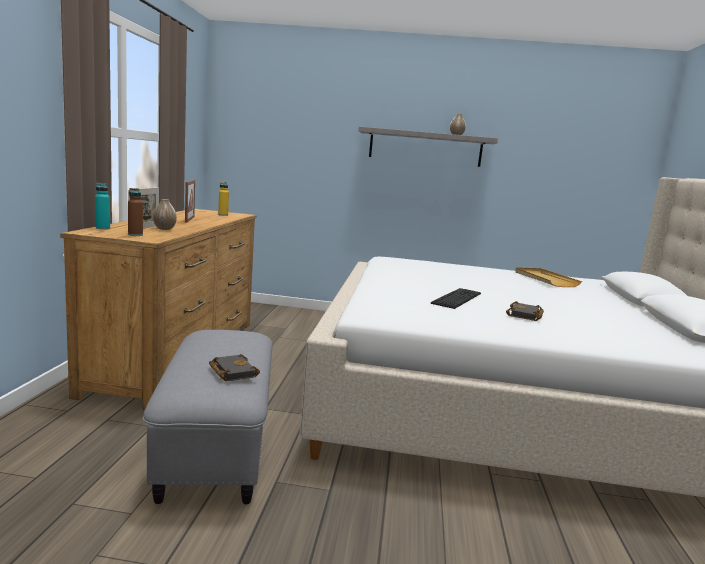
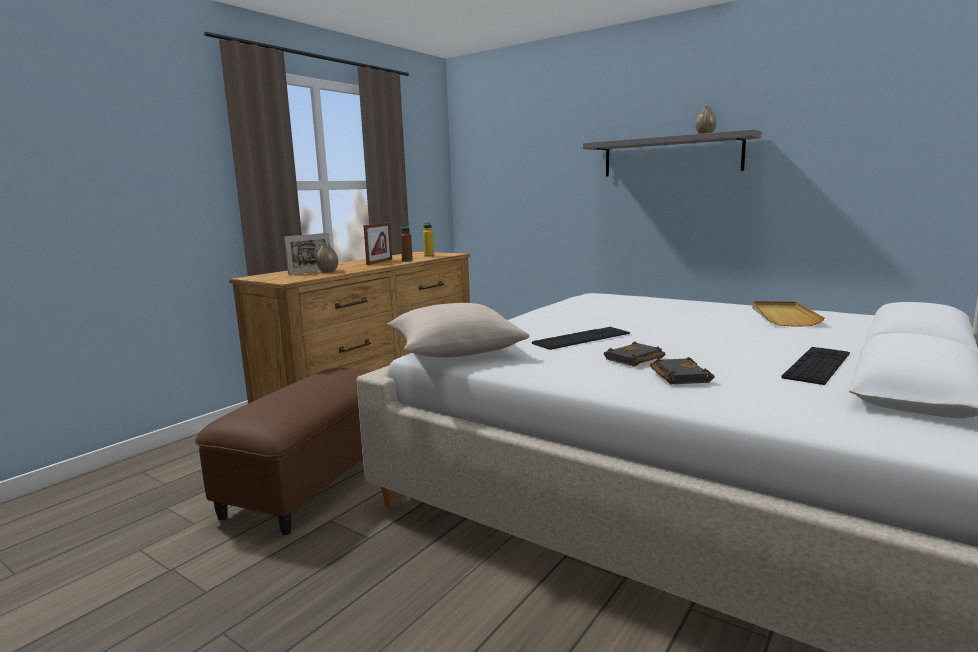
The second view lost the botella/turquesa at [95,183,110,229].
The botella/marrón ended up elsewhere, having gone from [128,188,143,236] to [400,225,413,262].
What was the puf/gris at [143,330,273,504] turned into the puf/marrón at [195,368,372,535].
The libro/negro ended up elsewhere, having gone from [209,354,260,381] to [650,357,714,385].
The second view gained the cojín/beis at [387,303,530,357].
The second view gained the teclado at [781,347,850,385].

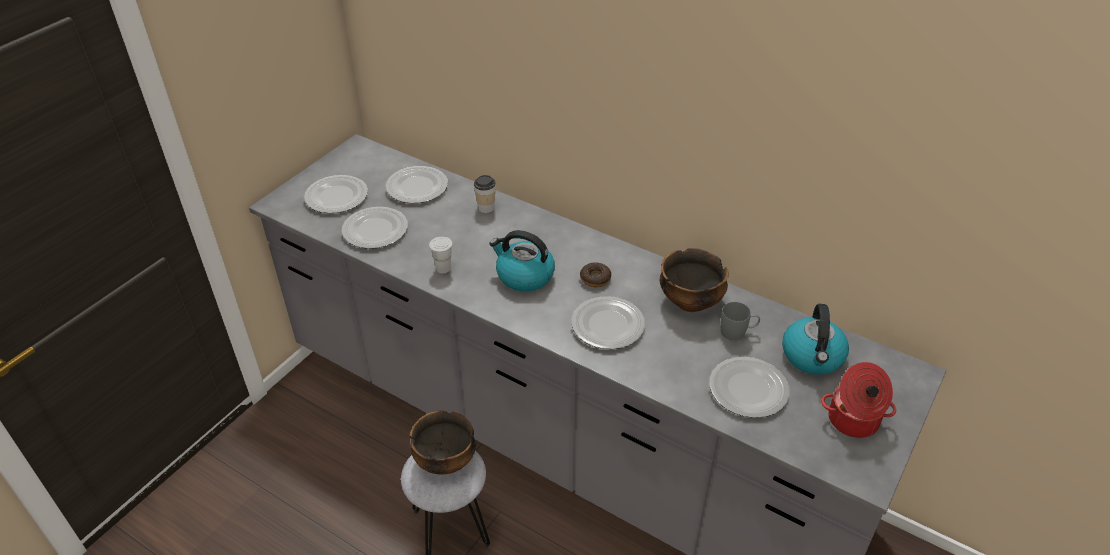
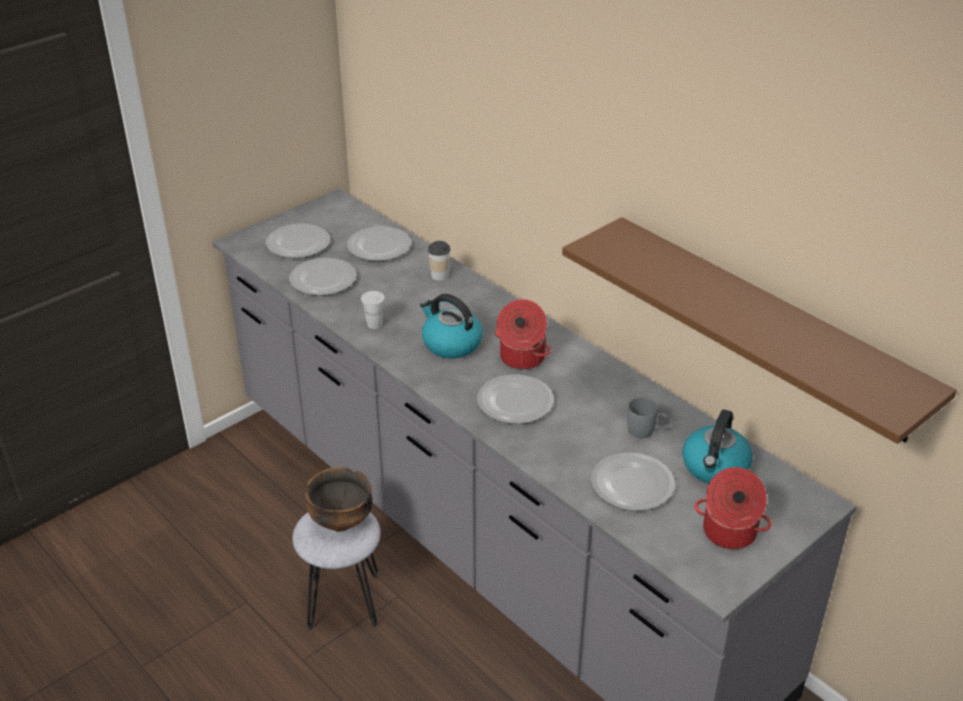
Where the rosquilla stood at [580,262,611,287], the olla came to stand at [495,299,551,370].
The second view lost the cuenco at [660,248,729,312].
The second view gained the estante/marrón at [562,217,957,444].

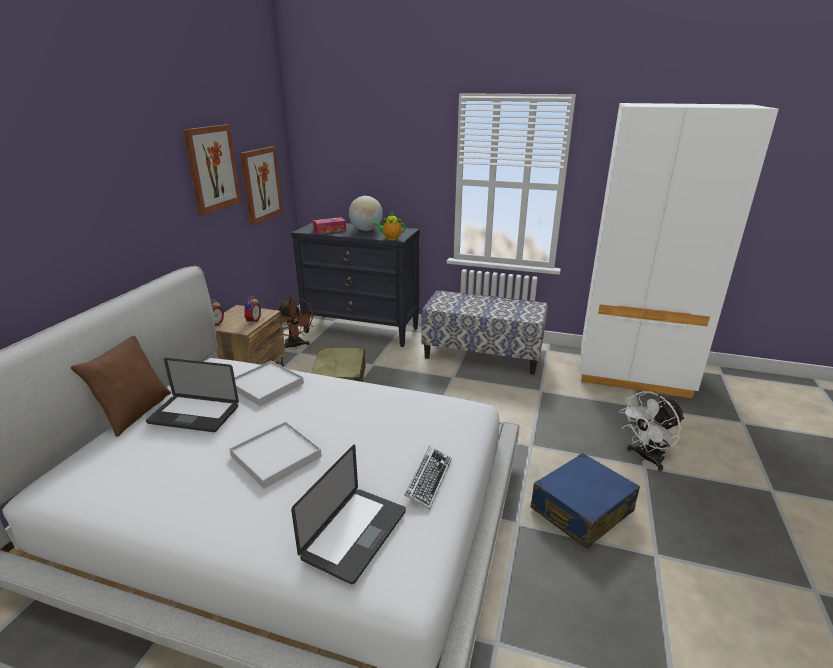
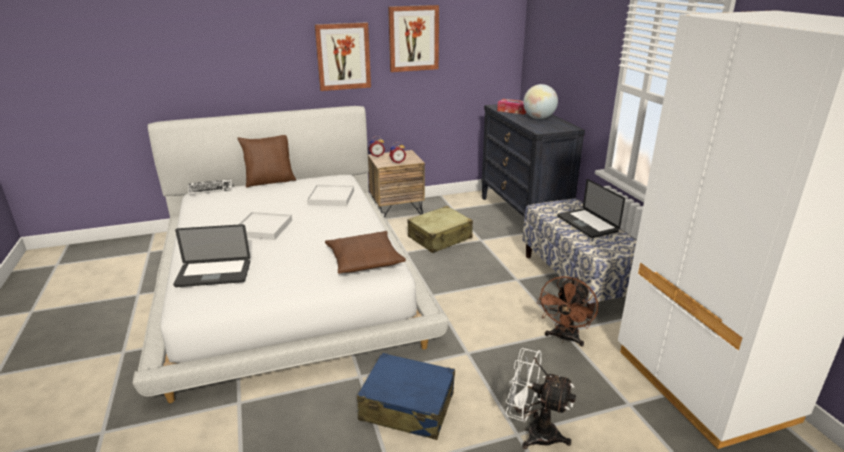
The portátil ended up elsewhere, having gone from [146,358,239,432] to [557,179,625,238].
The cuadro ended up elsewhere, having gone from [240,146,283,225] to [315,22,371,91].
The ventilador/marrón ended up elsewhere, having gone from [273,297,315,349] to [537,276,598,347].
The second view lost the tetera at [372,212,406,240].
The teclado ended up elsewhere, having gone from [404,446,452,510] to [188,179,232,195].
The second view gained the cojín/marrón at [325,231,406,274].

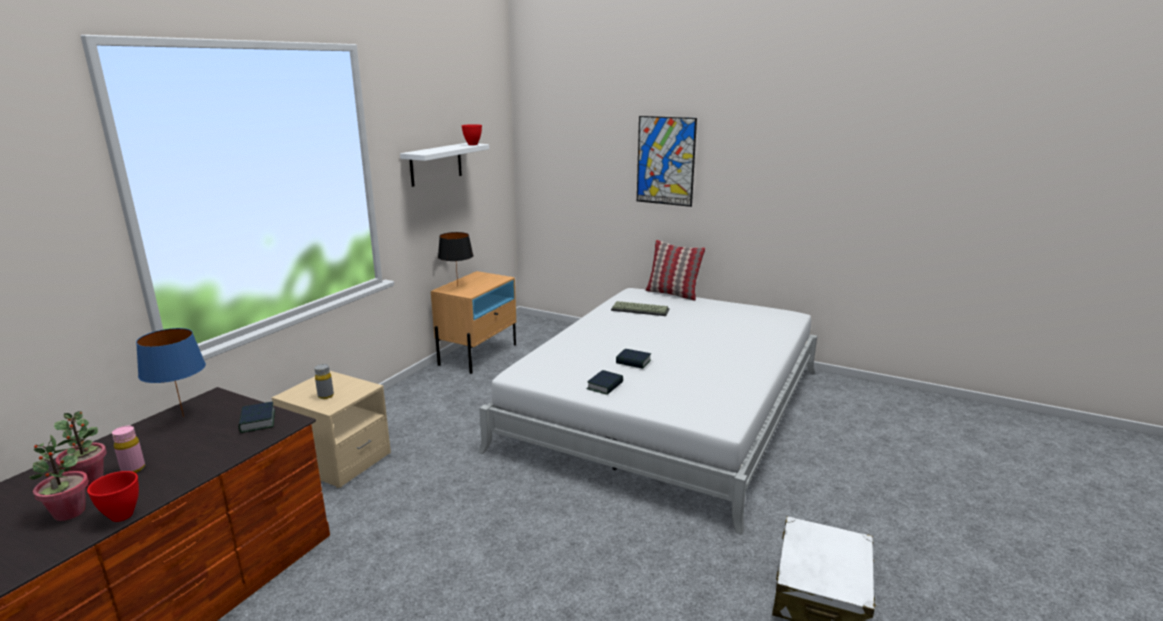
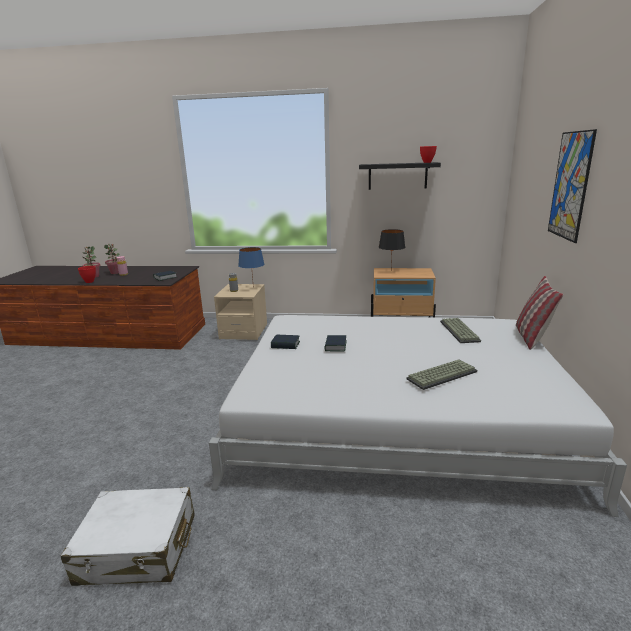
The lámpara de mesa/azul ended up elsewhere, having gone from [136,328,206,417] to [238,247,265,288].
What was the estante/blanco at [400,143,489,187] turned into the estante/negro at [359,162,441,190].
The second view gained the teclado at [406,359,477,390].

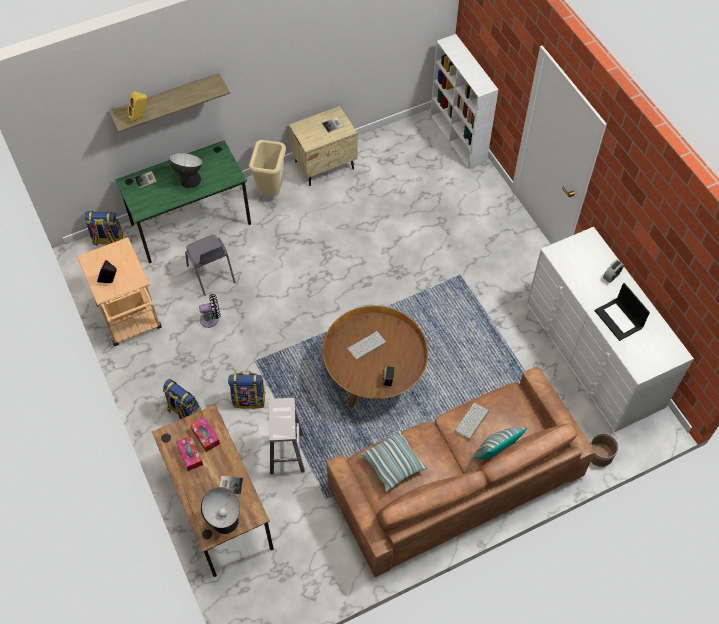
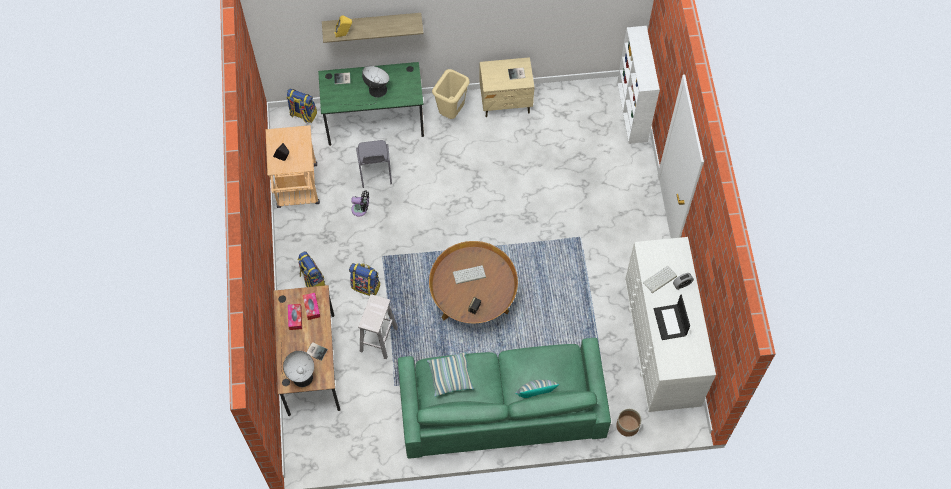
What was the sofá/marrón at [327,367,595,577] turned into the sofá/verde at [398,338,611,459].
The teclado ended up elsewhere, having gone from [455,403,489,440] to [643,266,677,293].

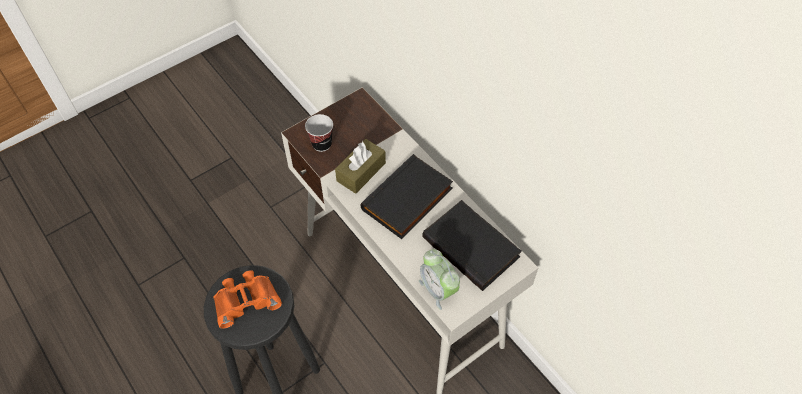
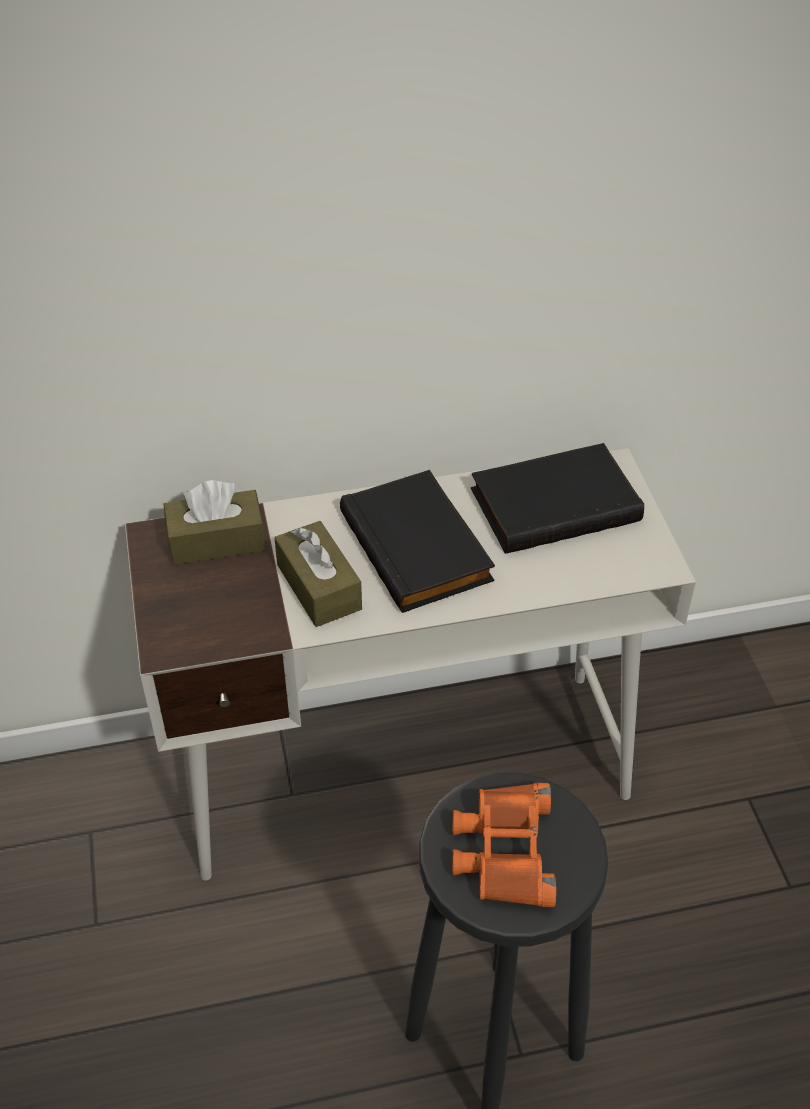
The second view lost the taza at [305,114,333,152].
The second view lost the despertador at [419,249,460,310].
The second view gained the caja de pañuelos/marrón at [164,480,266,565].

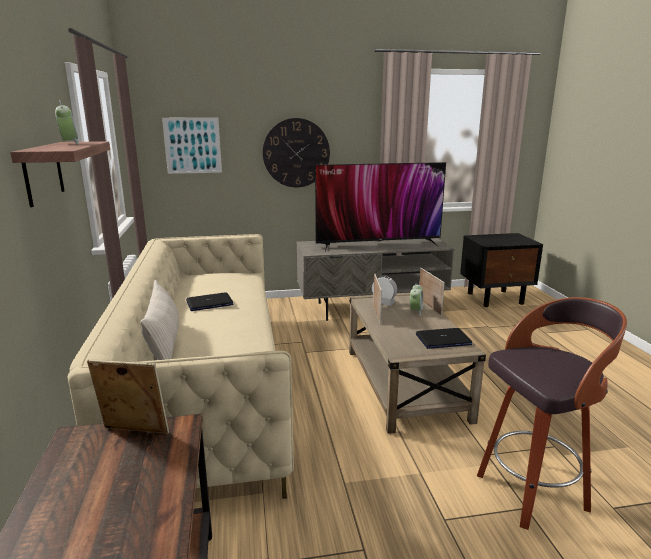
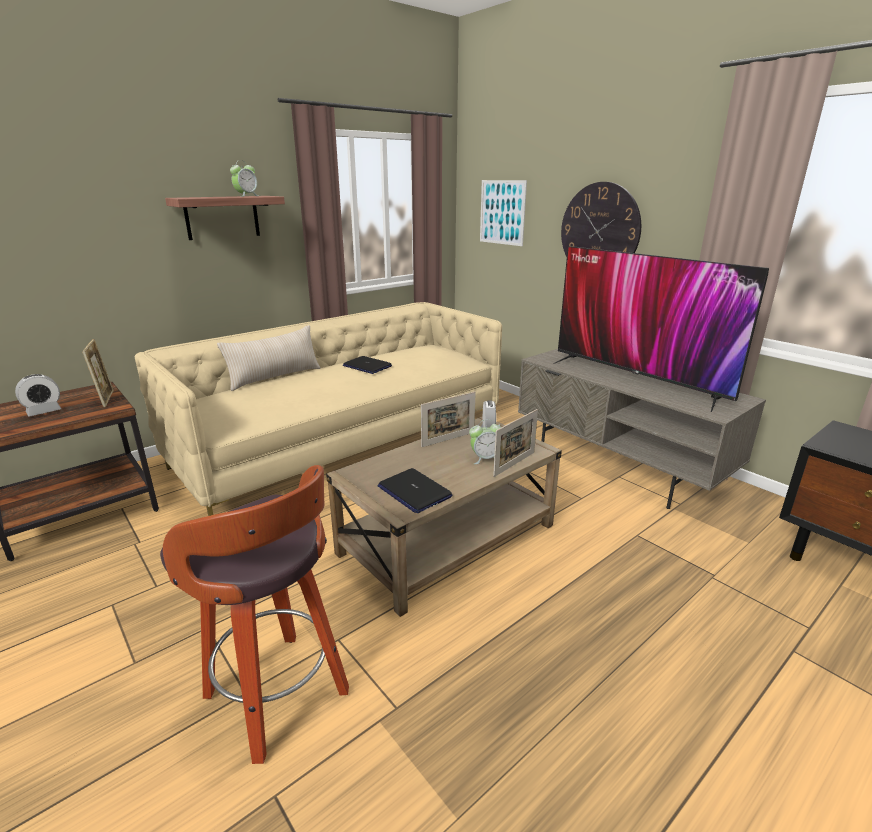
The second view gained the despertador at [15,374,61,416].

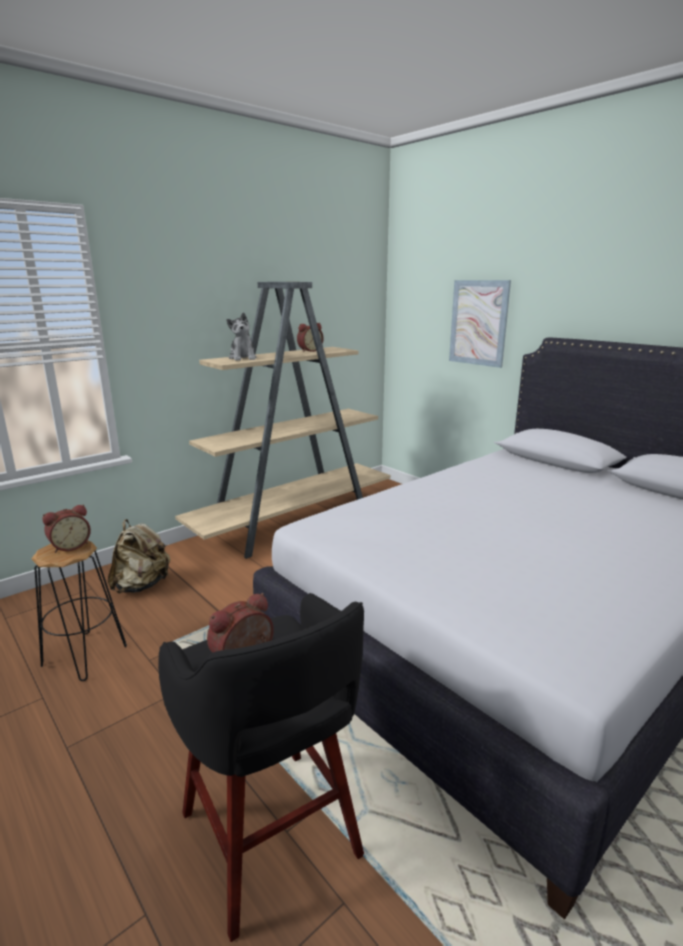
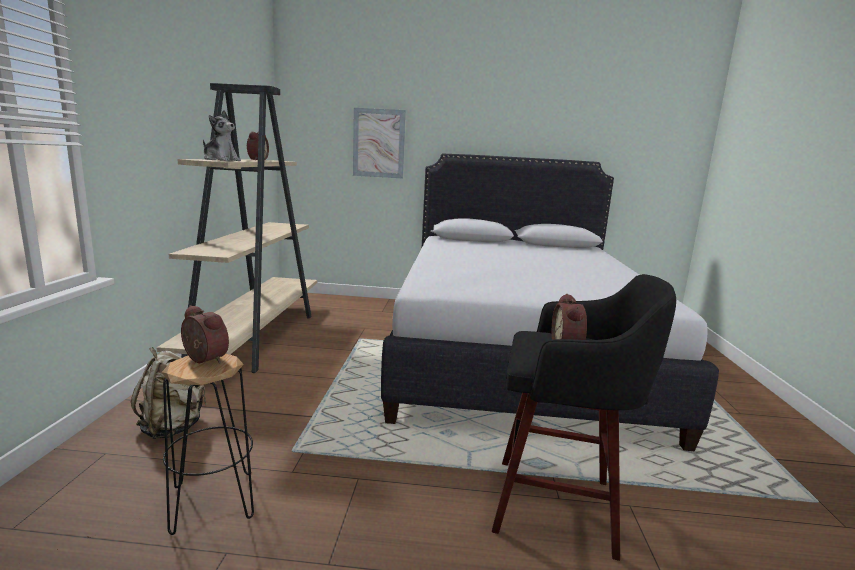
The despertador at [42,504,91,553] ended up facing another way, 60 degrees counterclockwise from before.

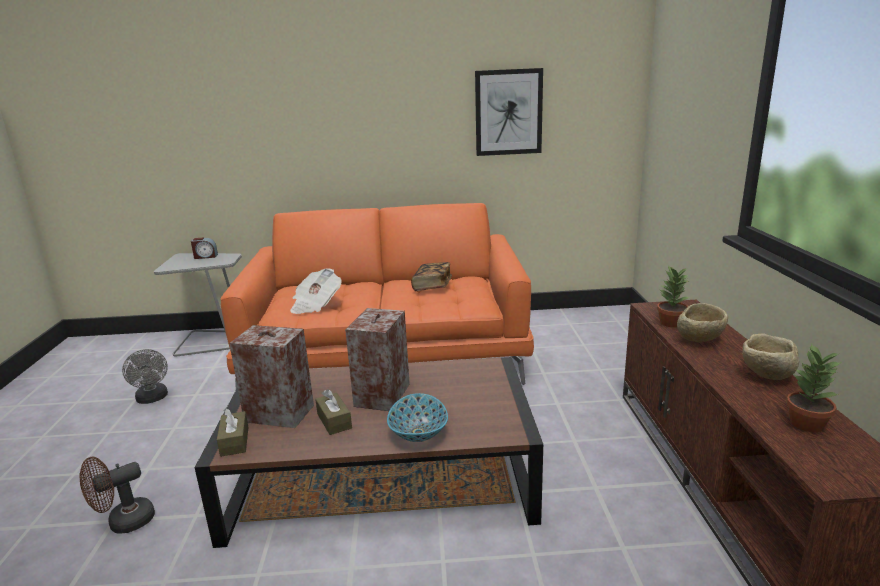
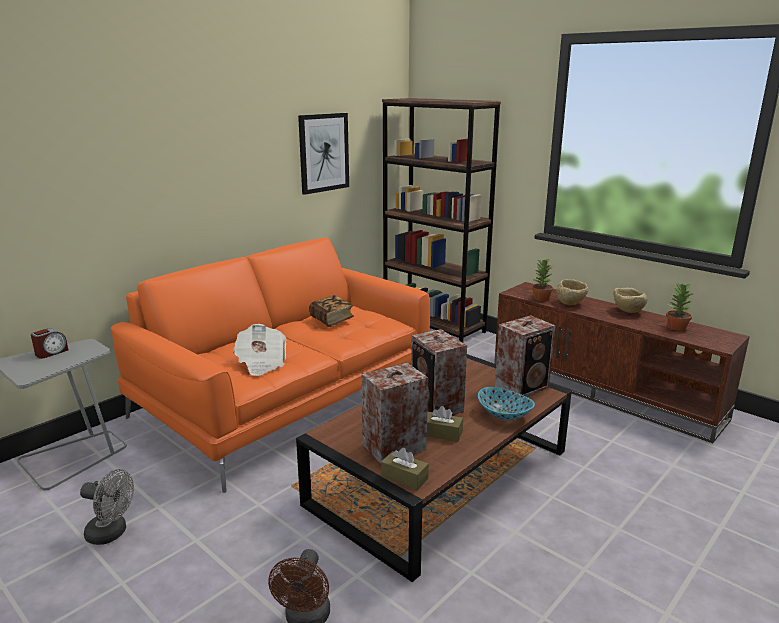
The second view gained the estantería/marrón at [382,98,501,343].
The second view gained the altavoz at [495,315,555,396].

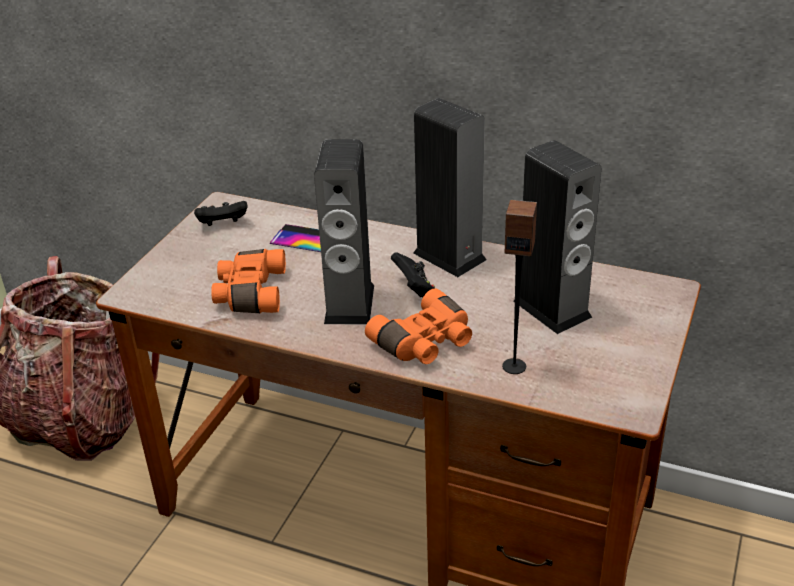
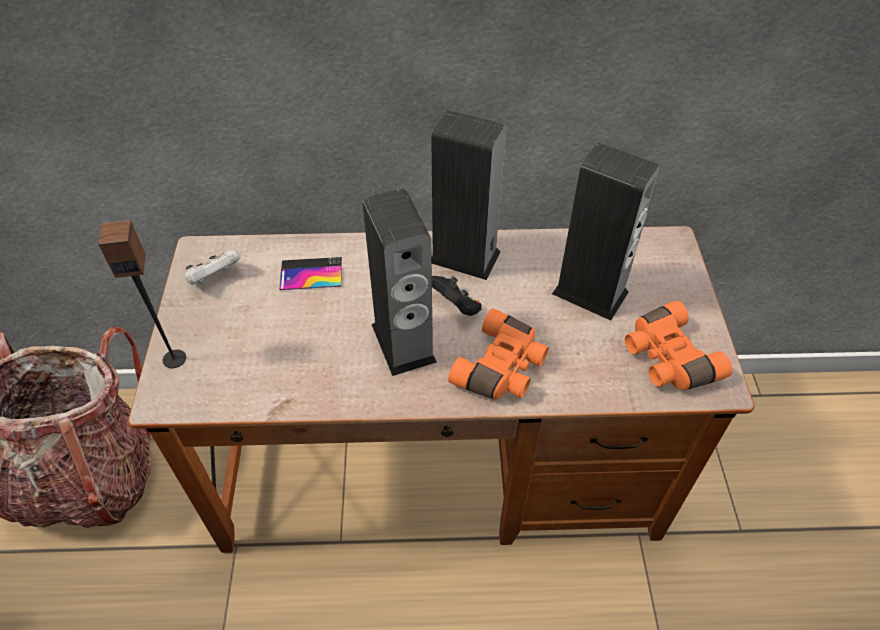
What was the mando de consola/negro at [194,201,248,226] turned into the mando de consola/blanco at [185,250,241,285].
The prismáticos/naranja ended up elsewhere, having gone from [211,249,286,313] to [625,301,733,390].
The altavoz ended up elsewhere, having gone from [502,200,537,374] to [98,220,186,368].

